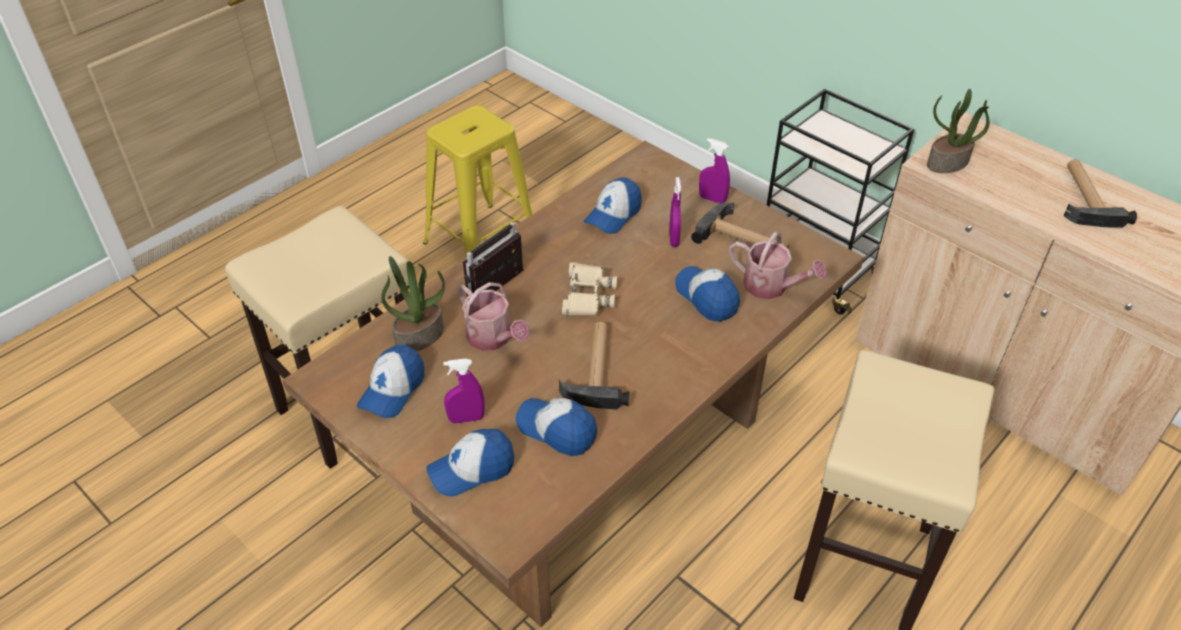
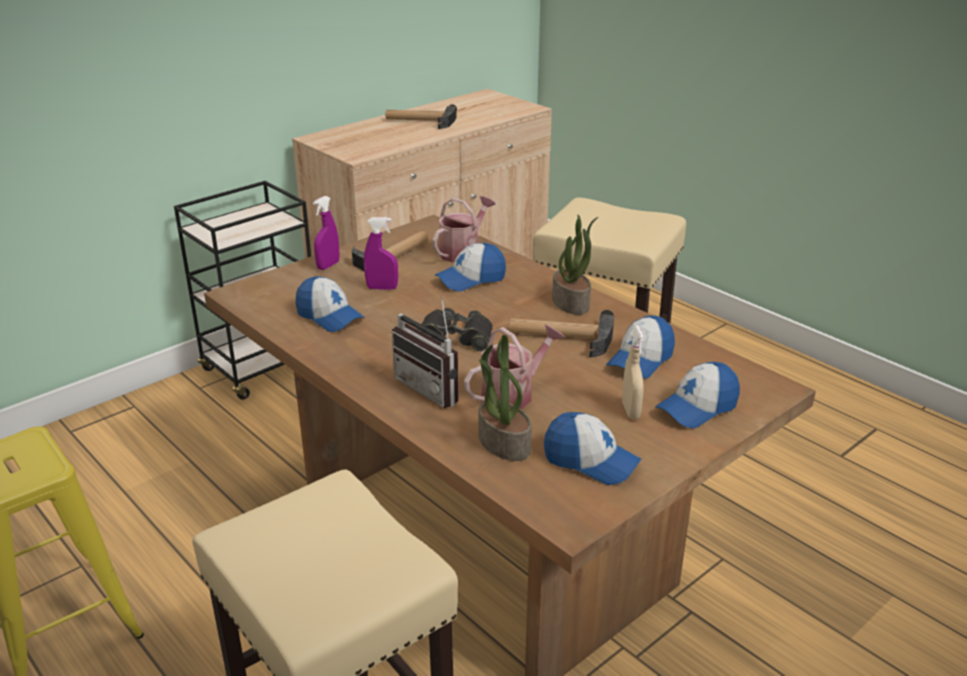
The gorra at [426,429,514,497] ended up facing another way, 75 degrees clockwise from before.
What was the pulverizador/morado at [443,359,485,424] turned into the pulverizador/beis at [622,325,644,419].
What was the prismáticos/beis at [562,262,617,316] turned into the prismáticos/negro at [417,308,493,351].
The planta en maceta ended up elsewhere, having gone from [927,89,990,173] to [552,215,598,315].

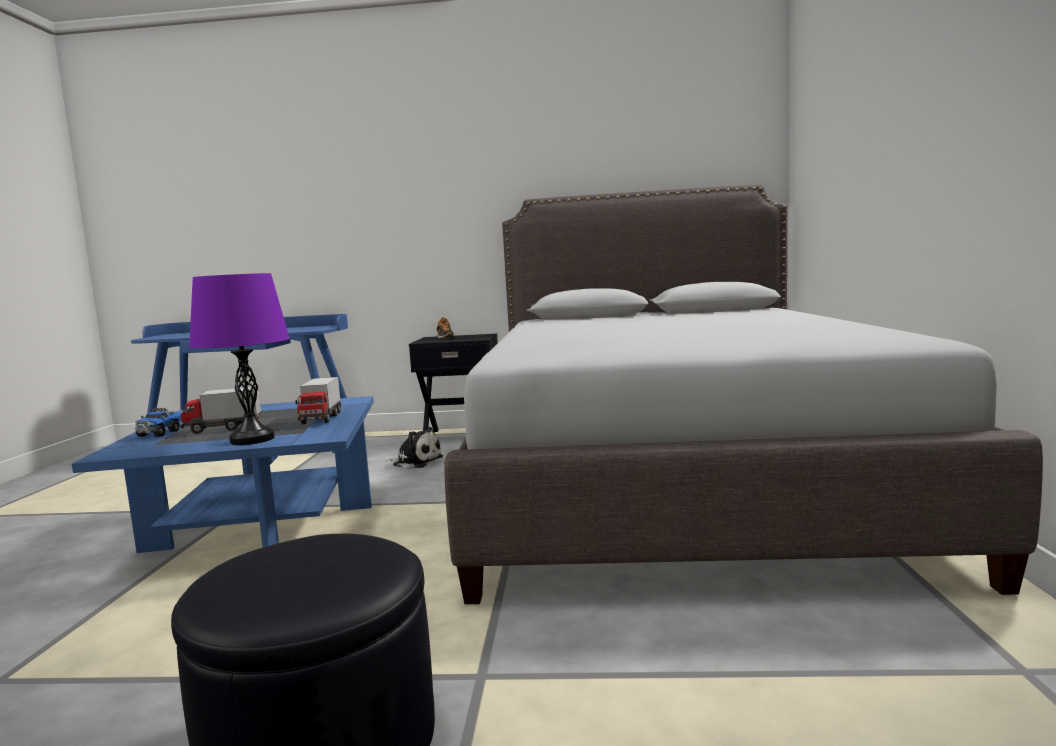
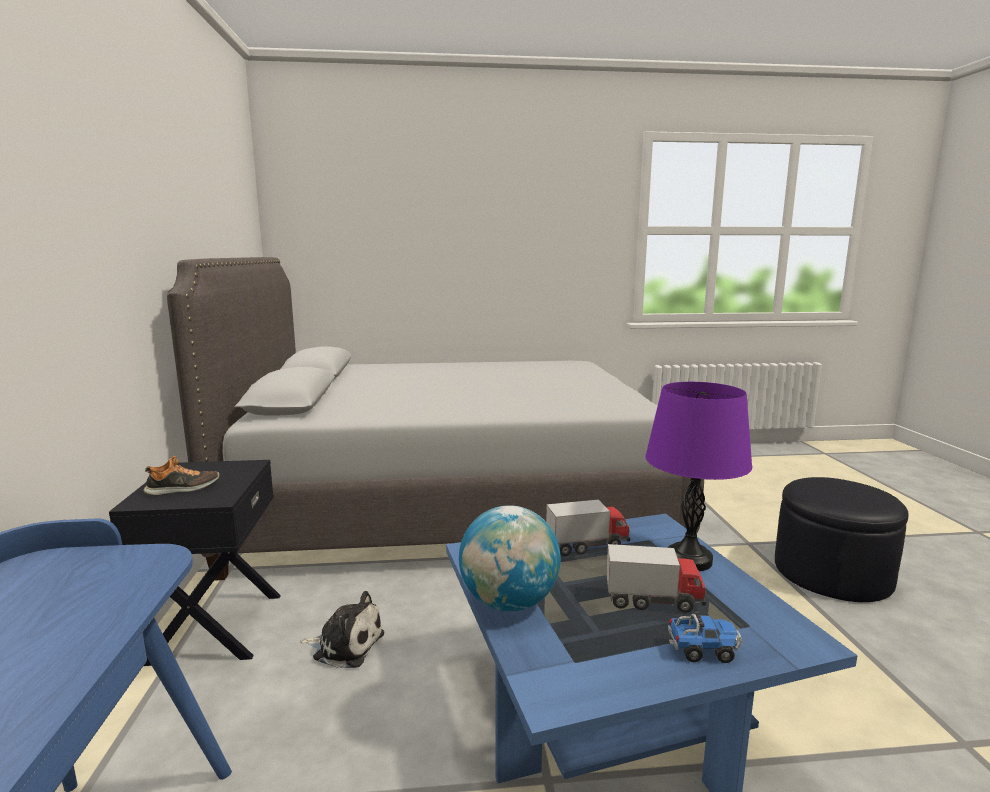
The camión de juguete at [181,387,261,434] ended up facing another way, 60 degrees counterclockwise from before.
The peluche at [386,427,443,469] ended up facing another way, 90 degrees clockwise from before.
The second view gained the globo terráqueo at [459,505,561,612].

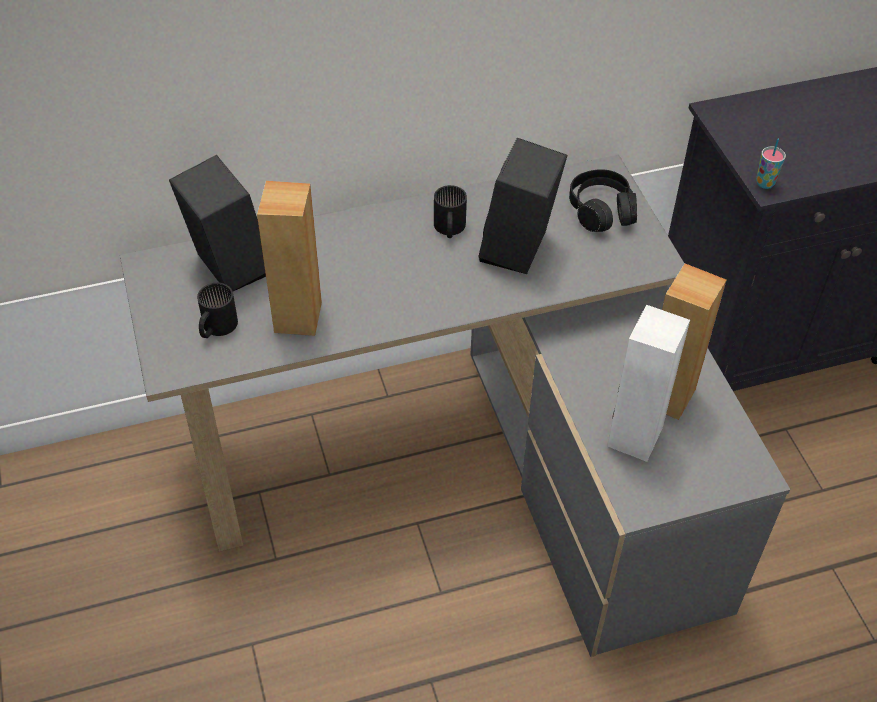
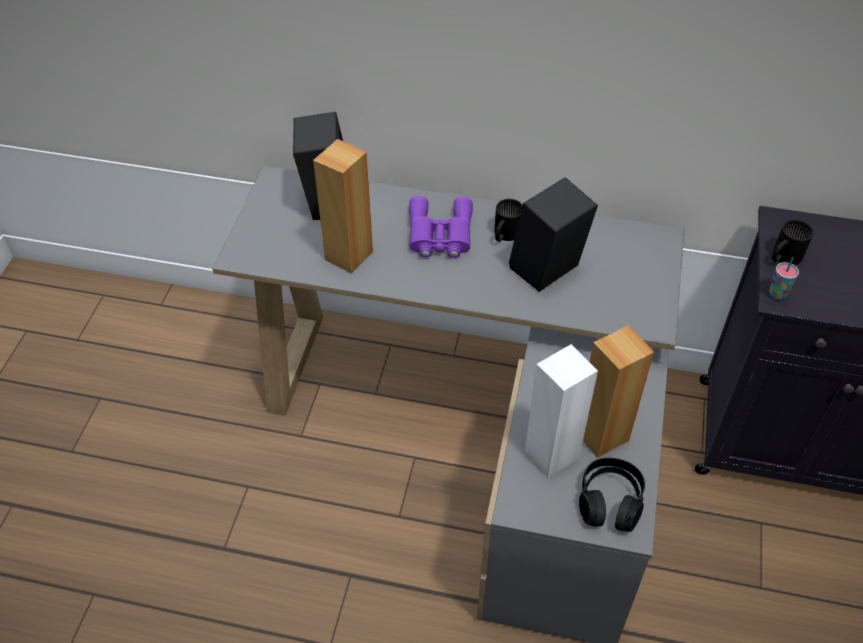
The taza grande/negro ended up elsewhere, having gone from [197,283,238,338] to [772,220,813,265].
The auriculares/negro ended up elsewhere, having gone from [569,169,637,232] to [579,458,645,532].
The second view gained the prismáticos/morado at [409,196,473,259].

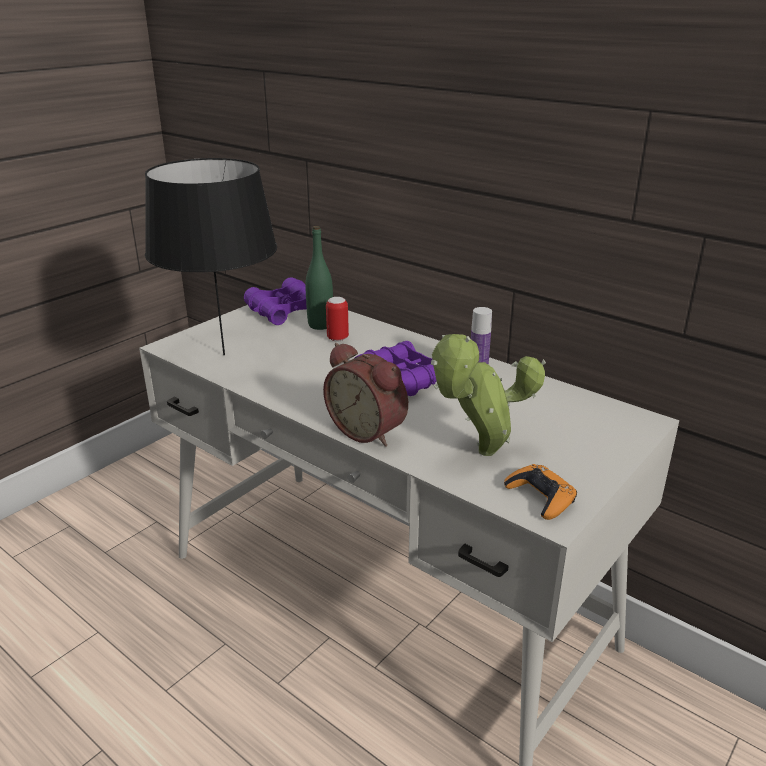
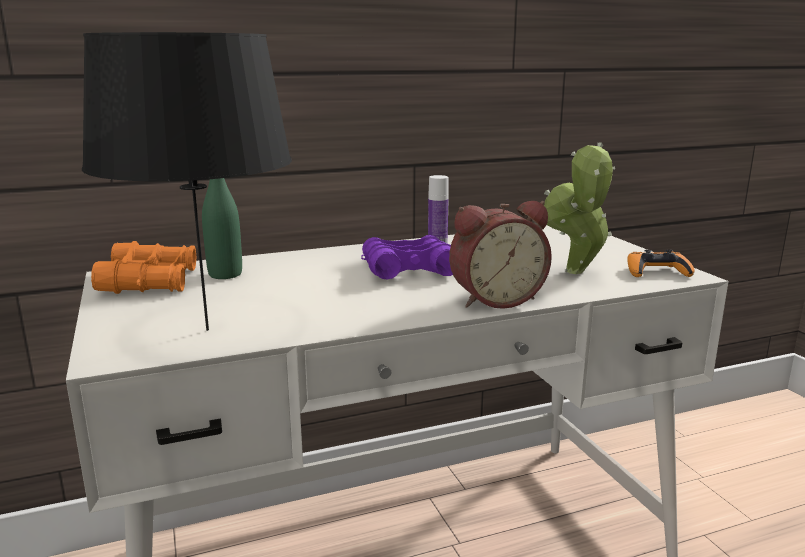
What was the prismáticos/morado at [244,277,307,325] turned into the prismáticos/naranja at [91,241,196,294].
The second view lost the lata at [326,297,349,341].

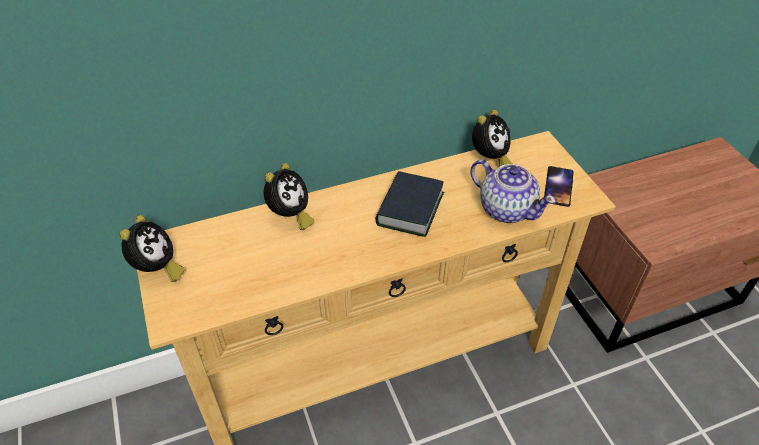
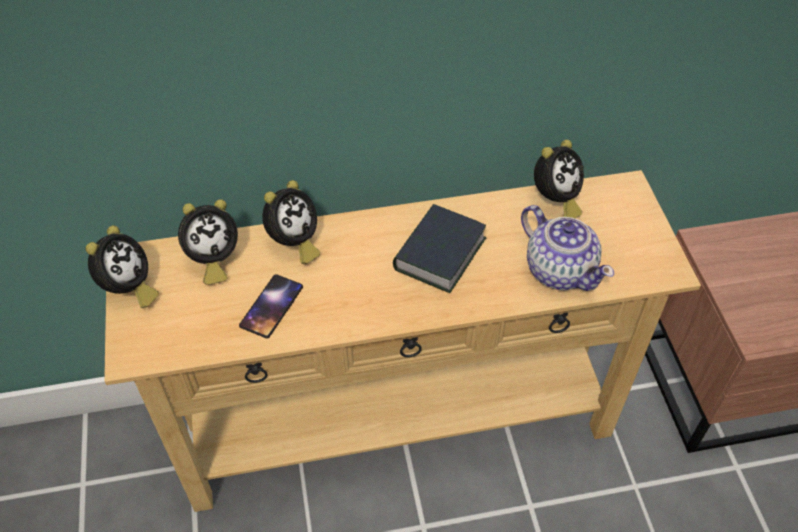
The móvil ended up elsewhere, having gone from [544,166,573,207] to [239,274,303,338].
The second view gained the despertador at [178,199,238,285].

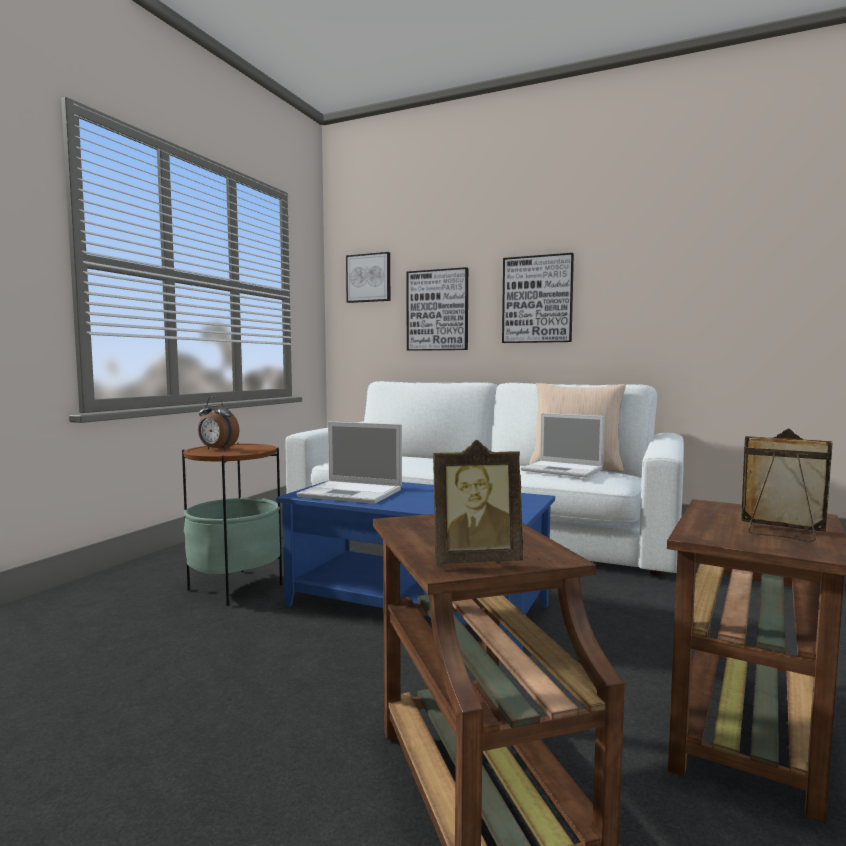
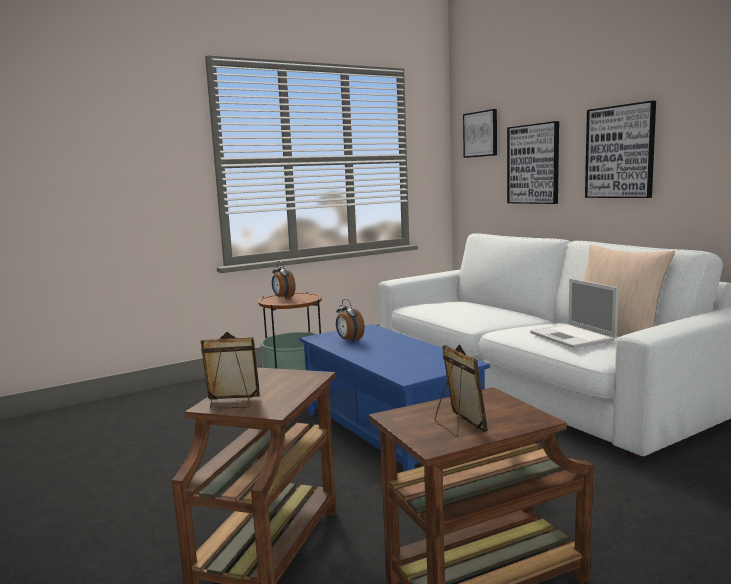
Where the portátil stood at [296,422,402,504], the despertador came to stand at [336,299,365,342].
The portarretratos at [433,440,523,564] ended up facing another way, 150 degrees clockwise from before.

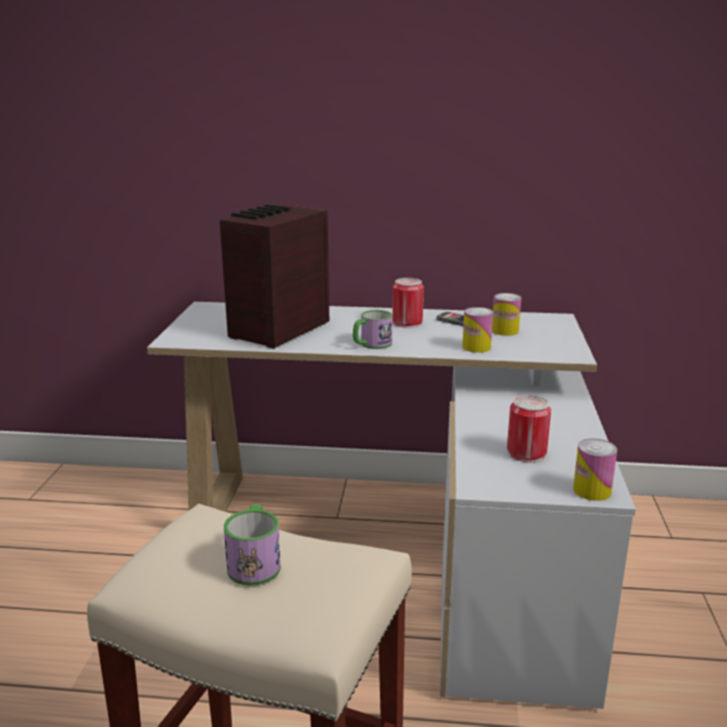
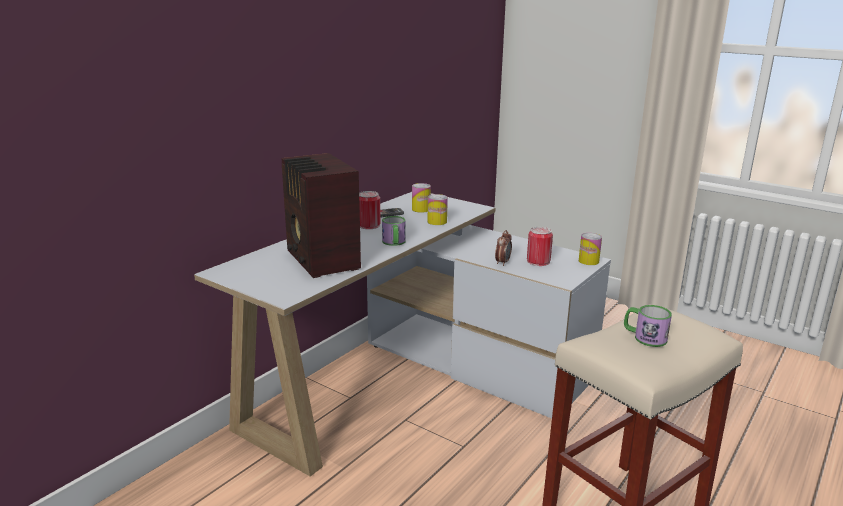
The second view gained the despertador at [495,230,512,266].

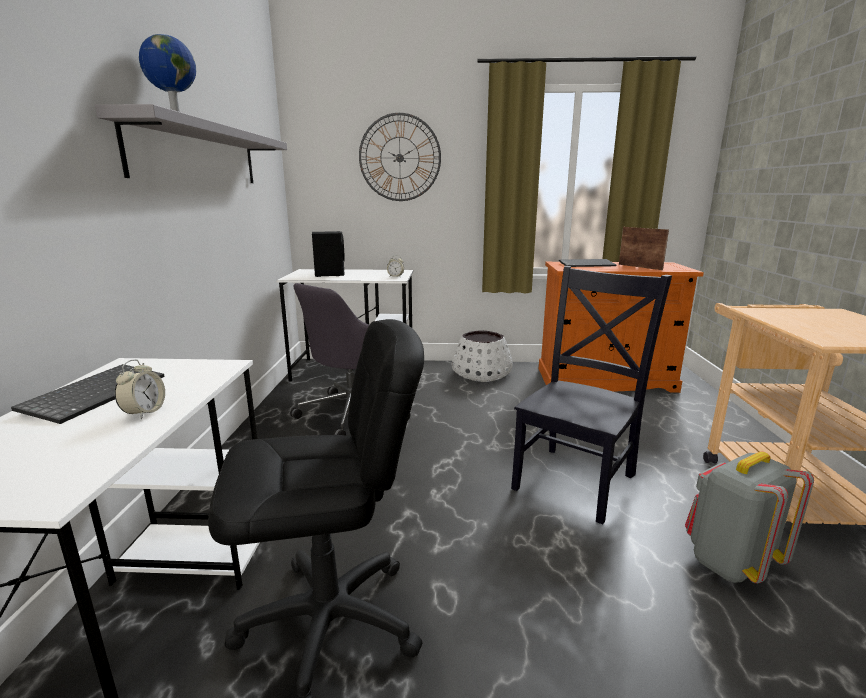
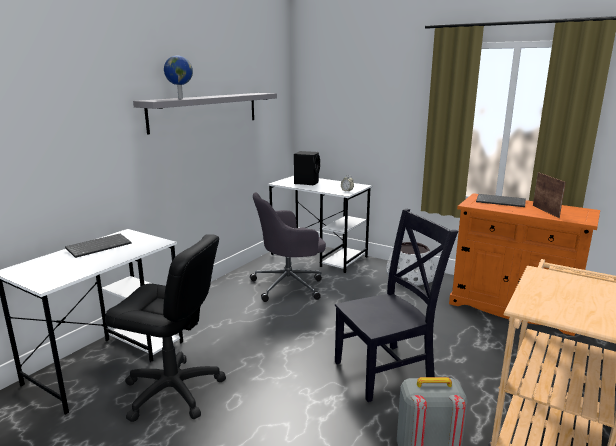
The second view lost the despertador at [115,359,165,419].
The second view lost the reloj de pared at [359,113,441,201].

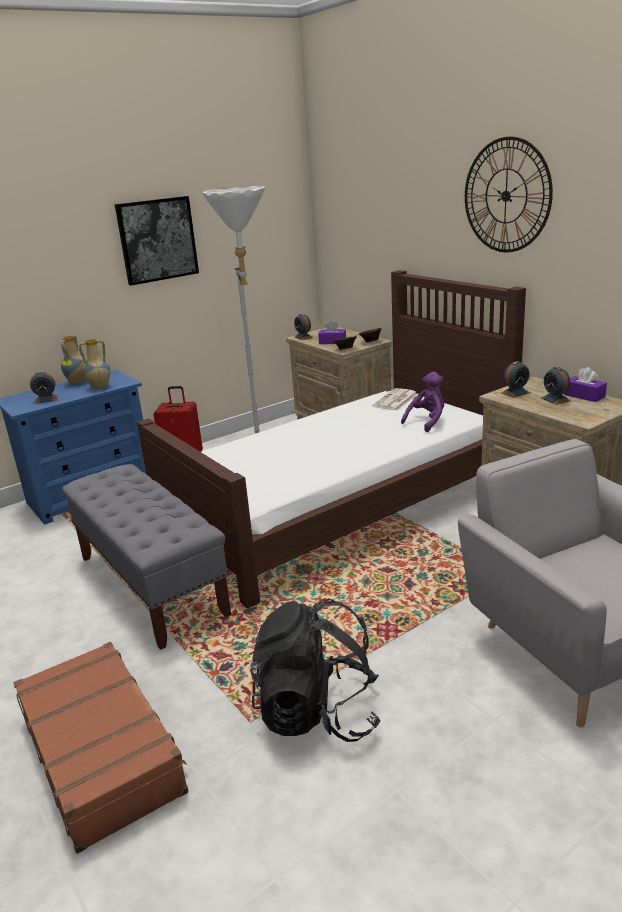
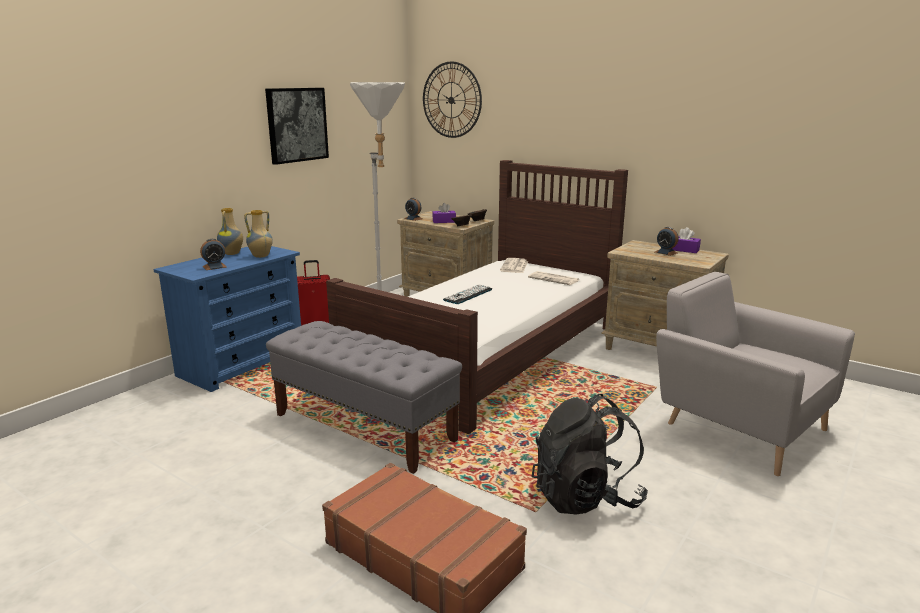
Where the peluche/morado stood at [401,372,444,432], the periódico came to stand at [528,271,579,285].
The reloj de pared ended up elsewhere, having gone from [465,137,553,252] to [423,62,482,138].
The second view lost the despertador at [501,361,531,398].
The second view gained the teclado at [443,284,492,304].

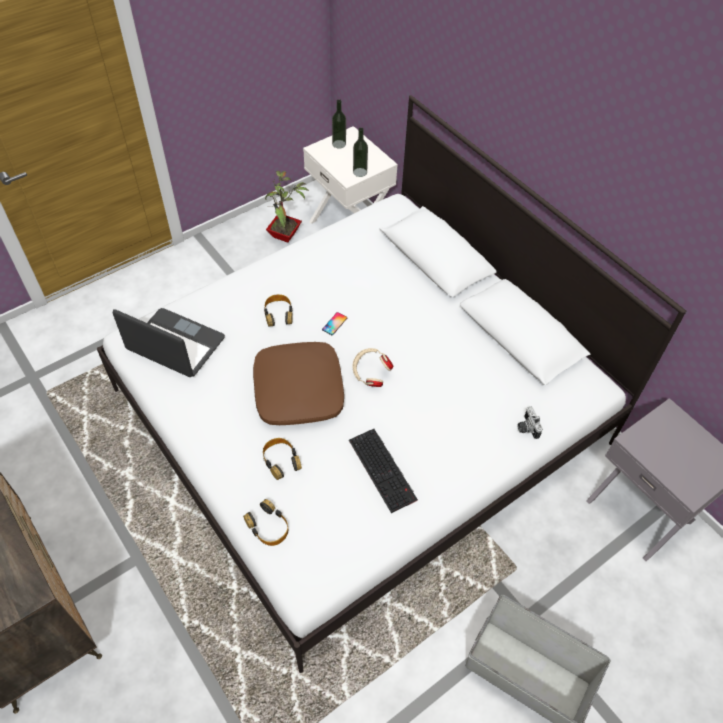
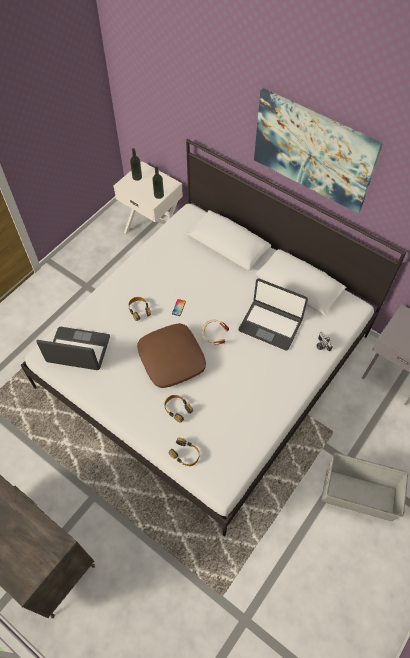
The second view lost the planta en maceta at [265,171,309,243].
The second view lost the teclado at [349,429,418,513].
The second view gained the portátil at [239,279,308,350].
The second view gained the cuadro at [254,88,383,213].

